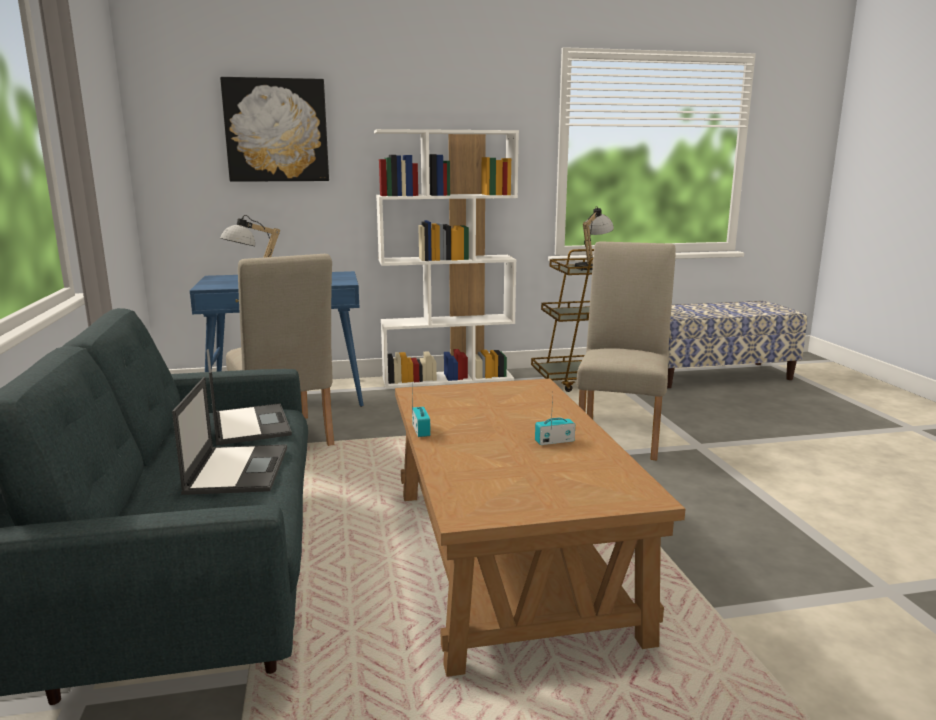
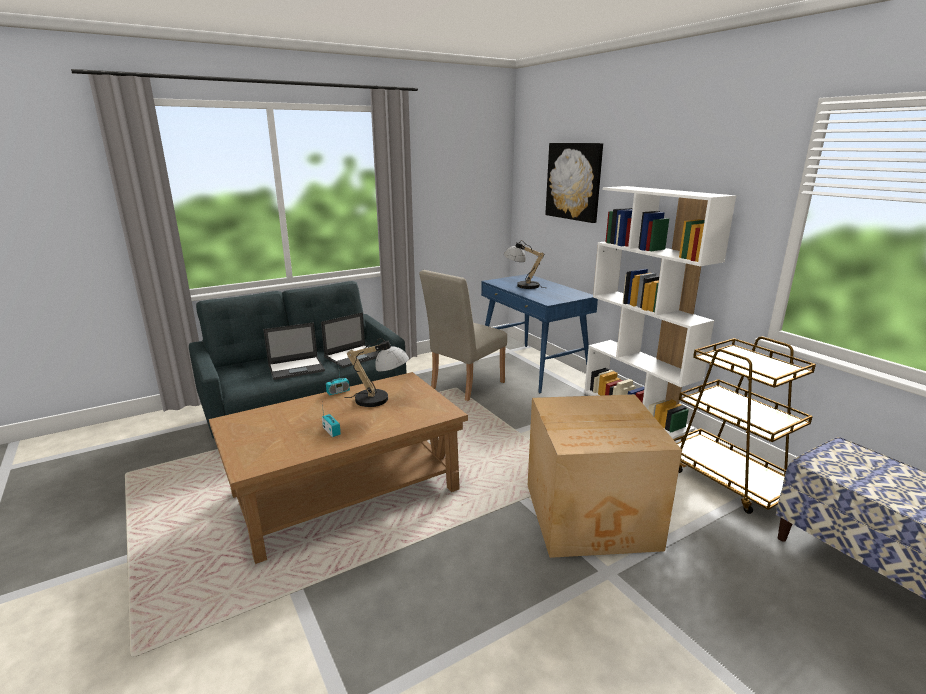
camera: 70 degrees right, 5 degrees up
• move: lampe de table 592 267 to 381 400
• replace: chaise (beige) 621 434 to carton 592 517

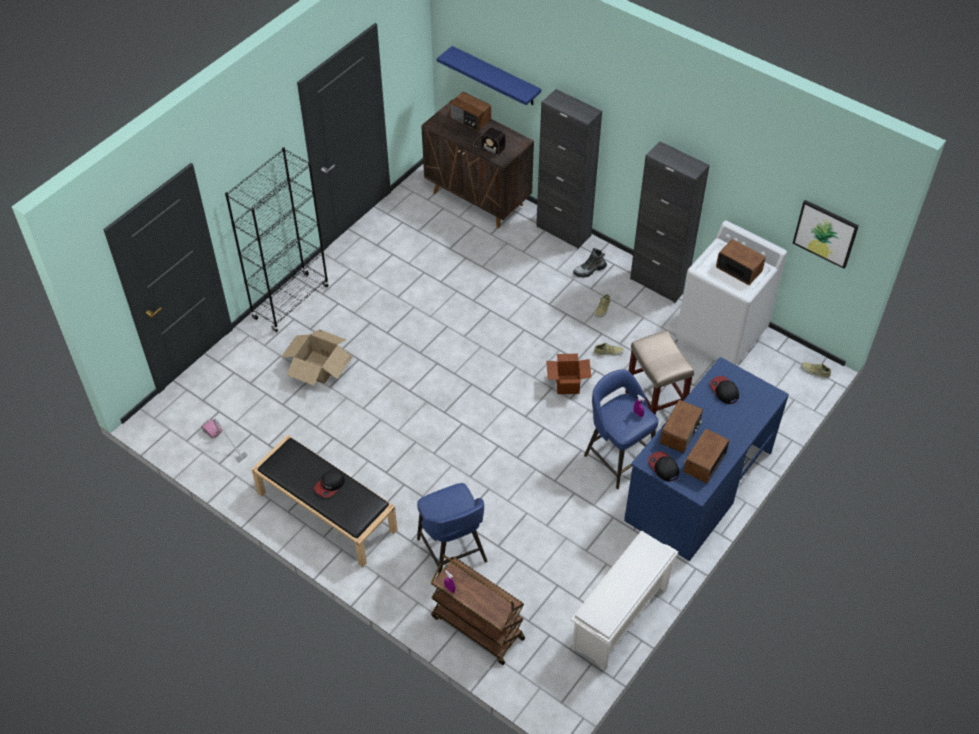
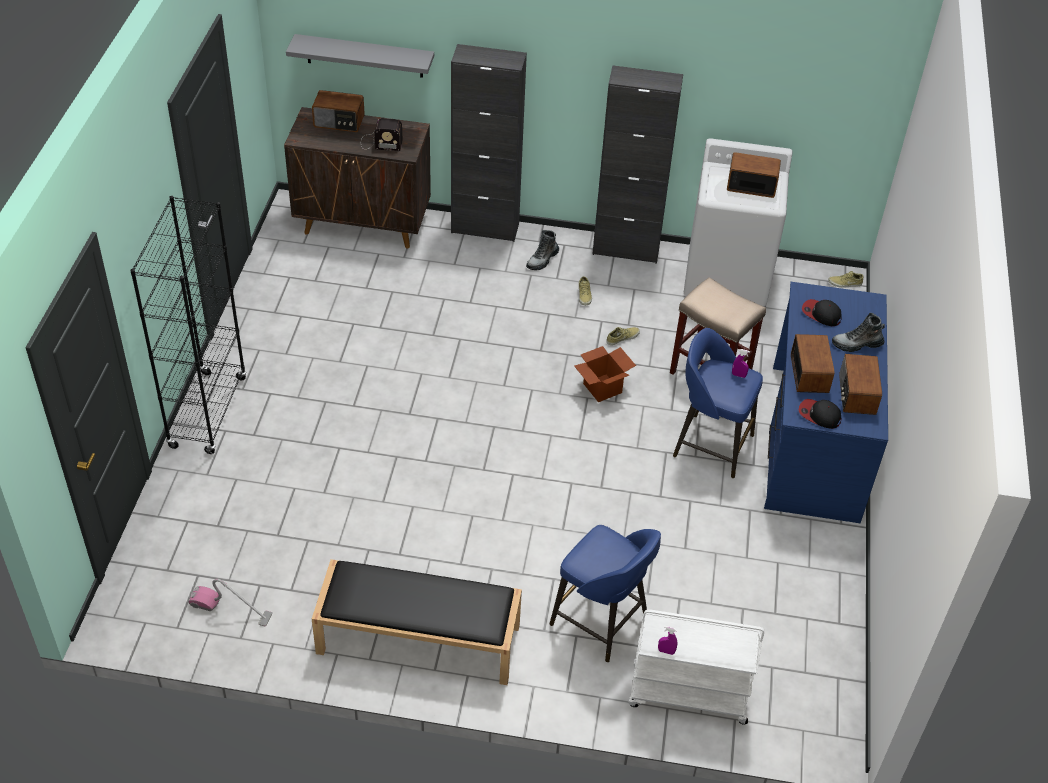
camera: 30 degrees left, 5 degrees down
• delete: carton 318 366
• delete: casquette 330 485
• delete: étagère à chaussures (blanc) 620 619
• delete: tableau 825 233
• insert: botte 857 344
• recolor: chariot (marron) 477 627 to chariot (blanc) 687 695
• recolor: étagère (bleu) 496 76 to étagère (gris) 364 56

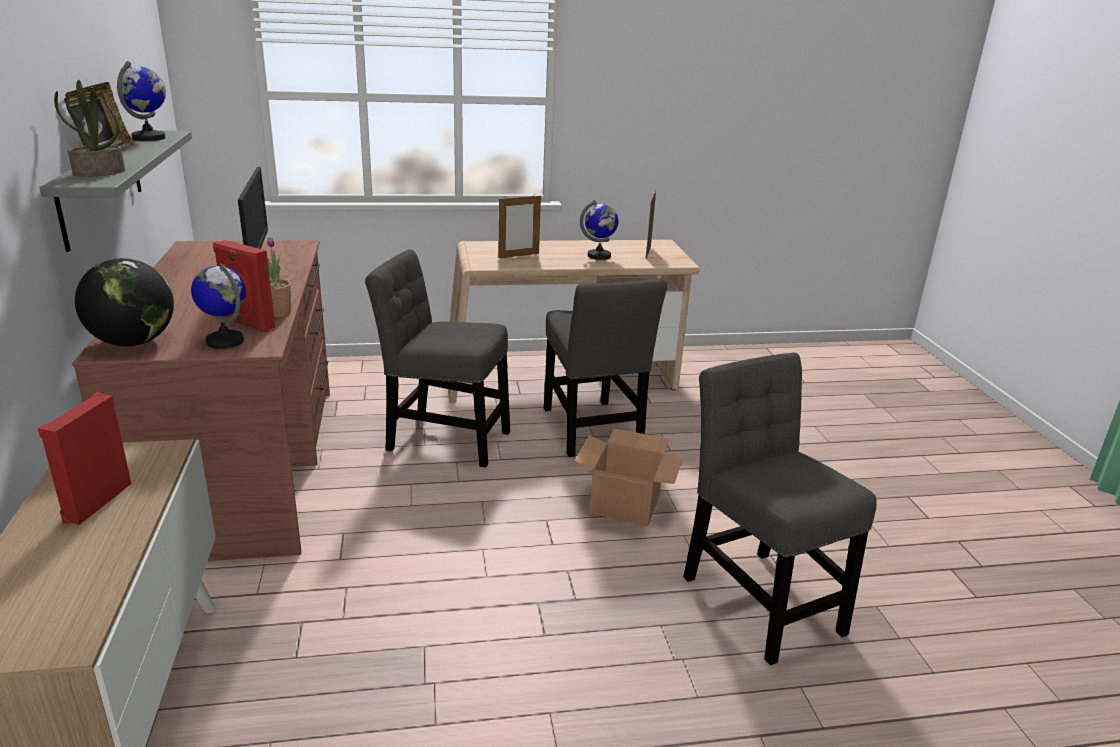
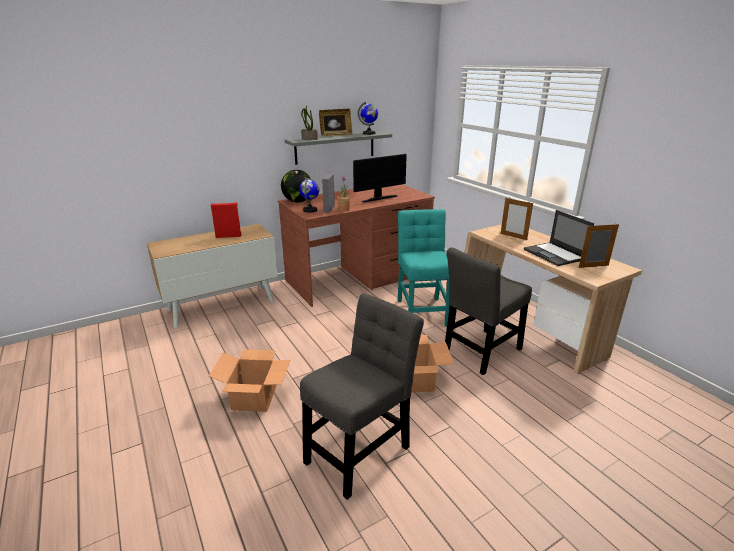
camera: 70 degrees right, 0 degrees up
• insert: carton 254 397
• replace: globe 599 256 to ordinateur portable 554 254
• recolor: enceinte (rouge) 247 324 to enceinte (gris) 328 209
• recolor: chaise (gris) 443 439 to chaise (turquoise) 422 310

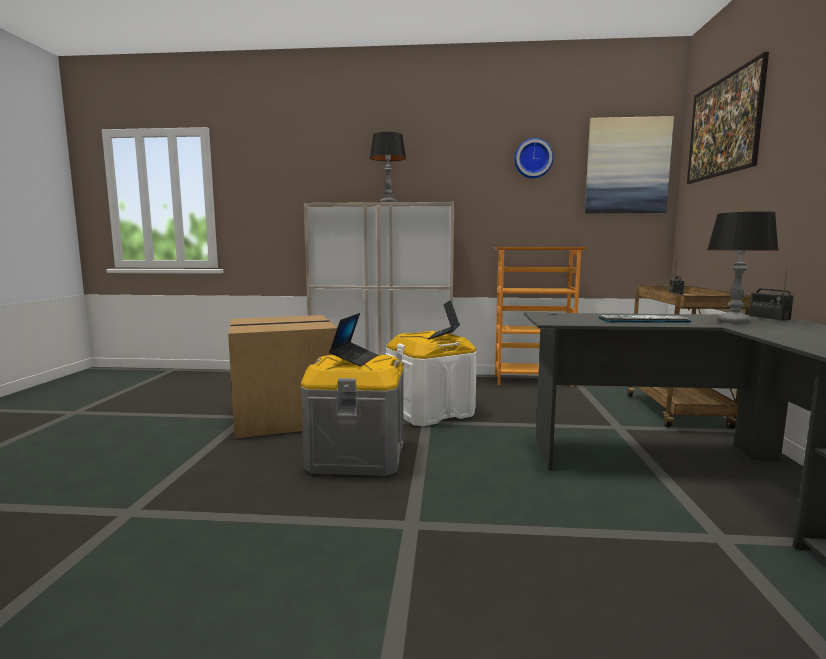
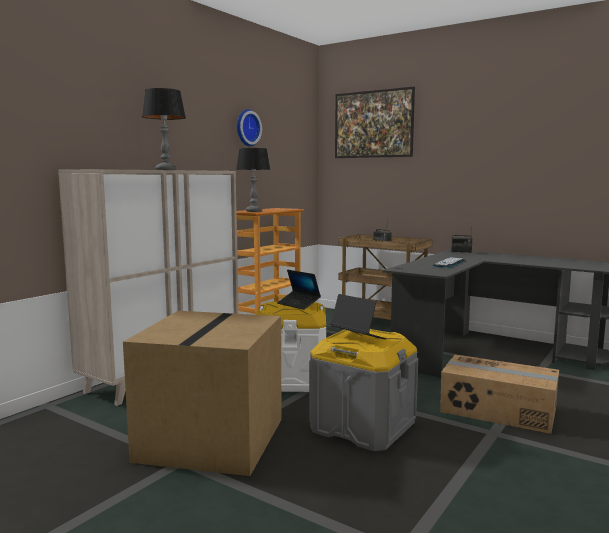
camera: 60 degrees left, 0 degrees up
• delete: tableau 627 166
• insert: carton 498 411
• move: lampe de table 733 322 to 253 211

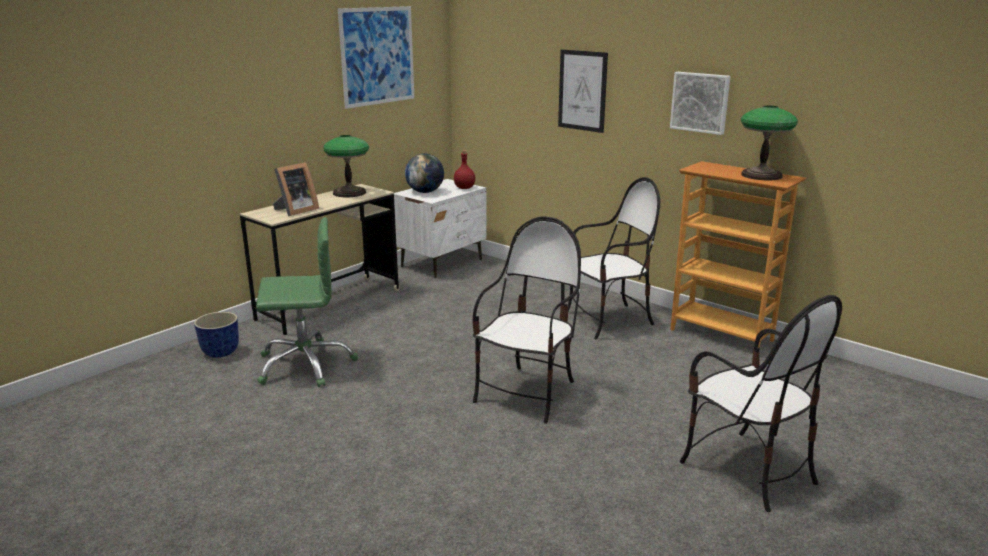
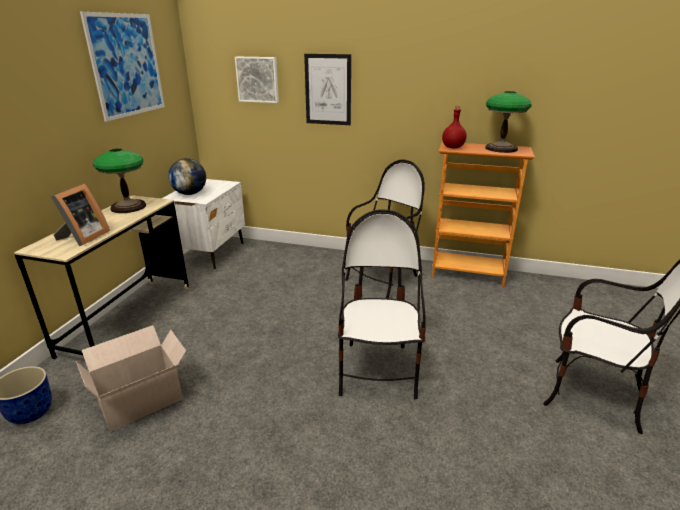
camera: 25 degrees left, 5 degrees up
• move: bouteille (rouge) 465 188 to 453 147
• move: tableau 700 102 to 258 79
• replace: chaise de bureau (vert) 305 364 to carton 143 400

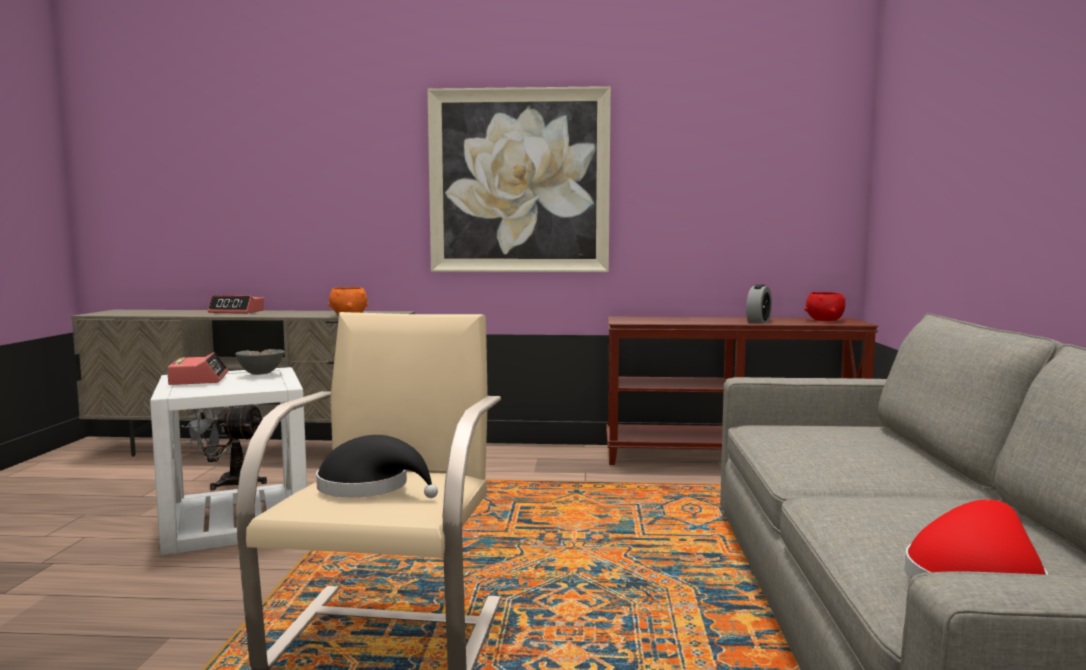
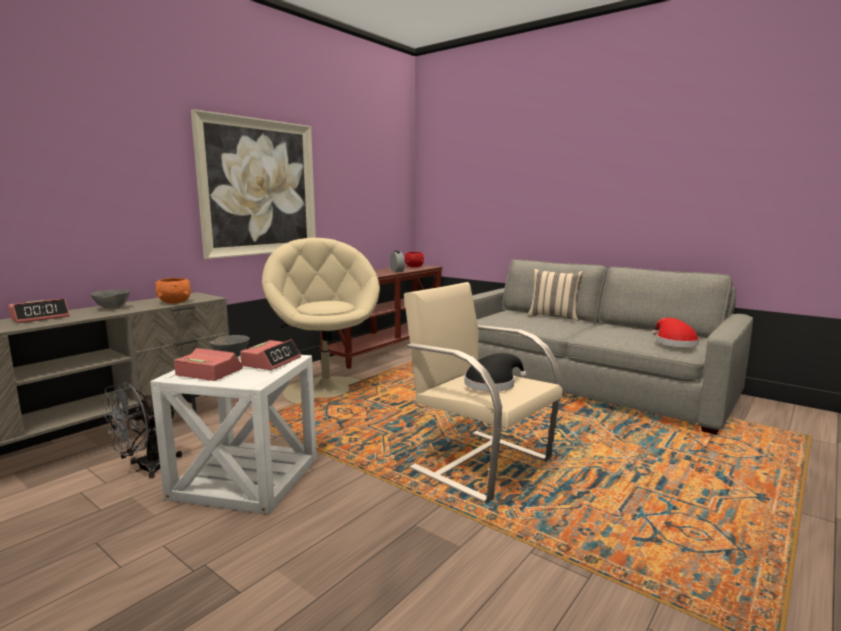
camera: 55 degrees left, 5 degrees up
• insert: bol (gris) 112 308
• insert: réveil 271 362
• insert: fauteuil (beige) 326 390
• insert: coussin (beige) 553 316

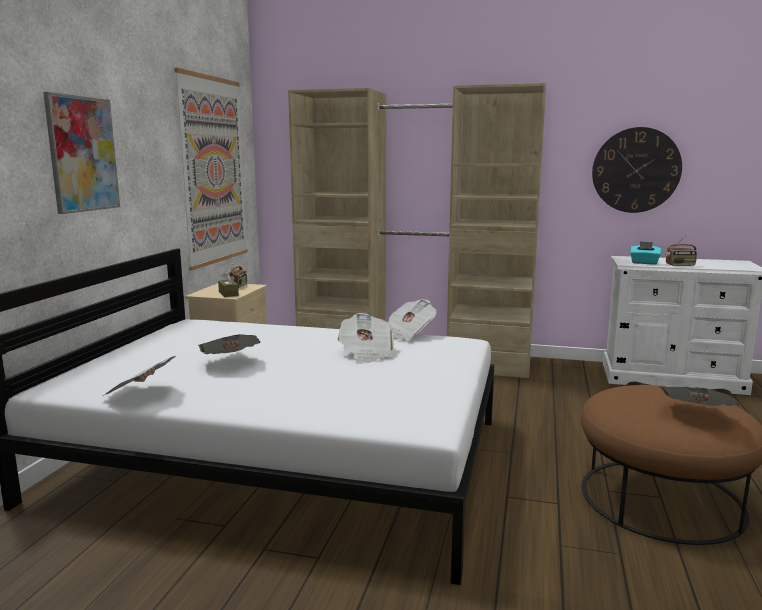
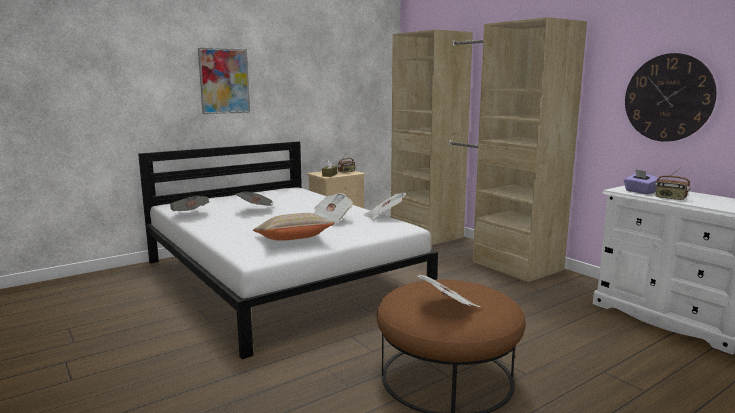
camera: 40 degrees right, 0 degrees up
• delete: tableau 214 171
• insert: coussin (beige) 293 240
• recolor: boîte à mouchoirs (turquoise) 644 263 to boîte à mouchoirs (violet) 639 192

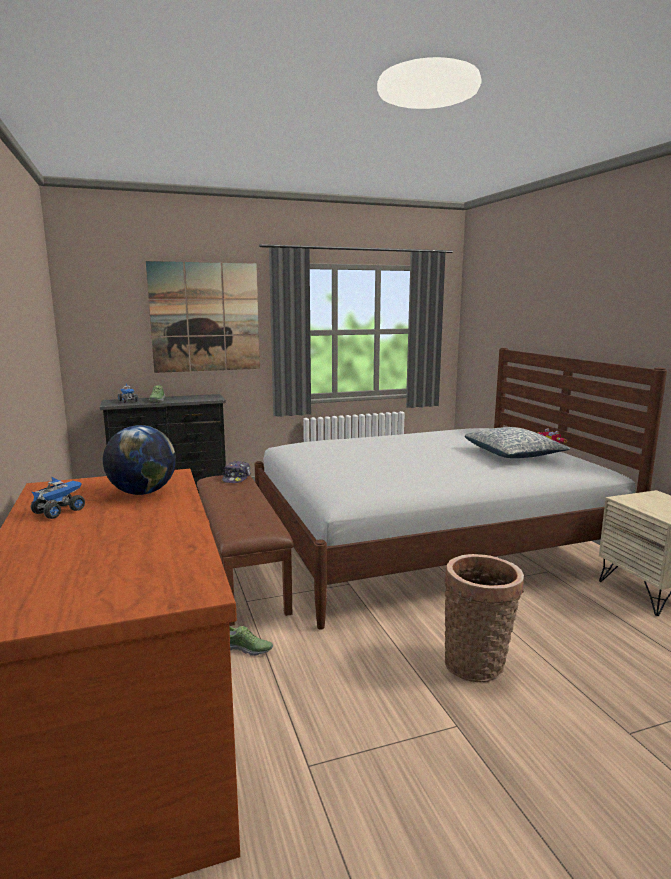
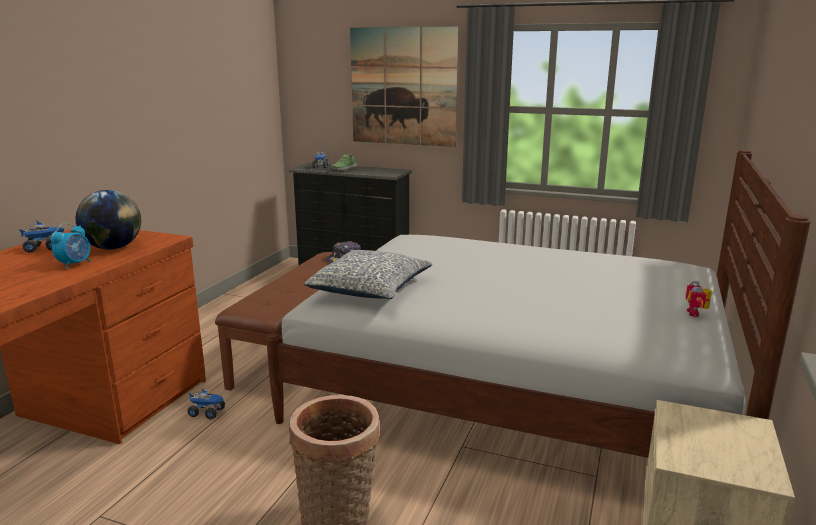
camera: 40 degrees right, 5 degrees up
• insert: réveil 75 264
• move: coussin 514 454 to 370 289
• replace: chaussure 247 649 to camion jouet 207 412

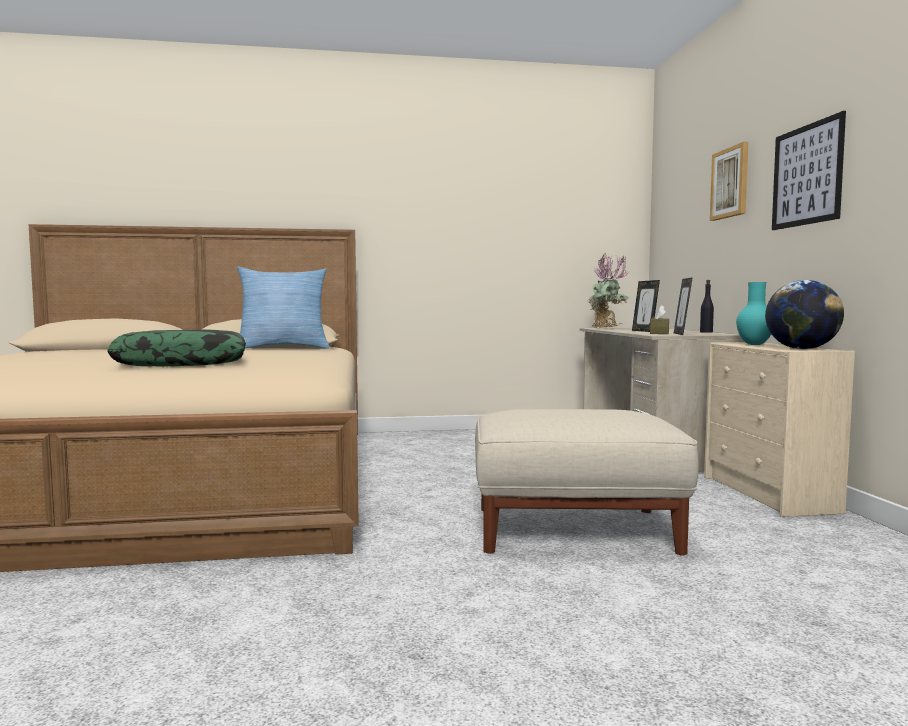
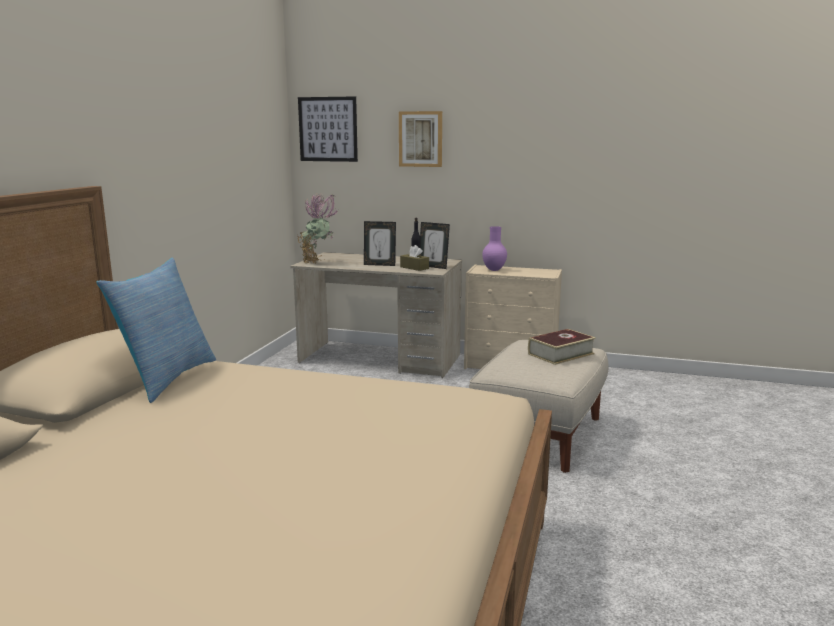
camera: 65 degrees left, 10 degrees up
• delete: coussin 183 363
• delete: globe 801 349
• insert: livre 561 354
• move: tableau 807 175 to 328 129
• recolor: vase (turquoise) 754 344 to vase (violet) 493 270

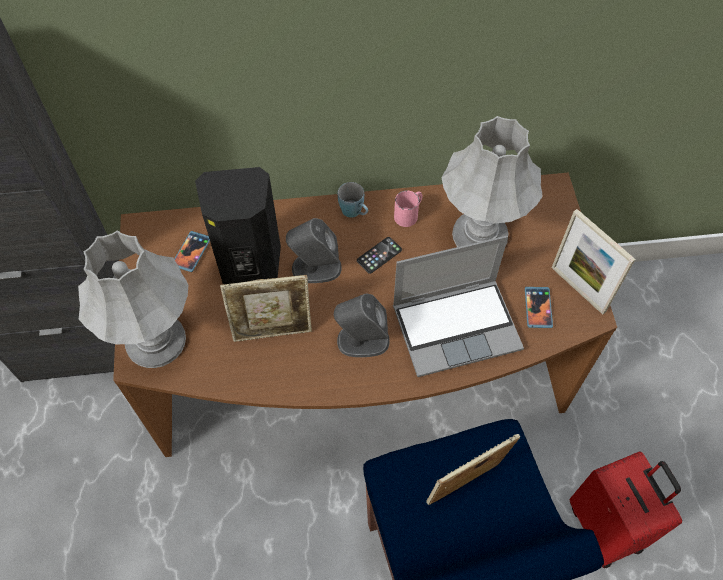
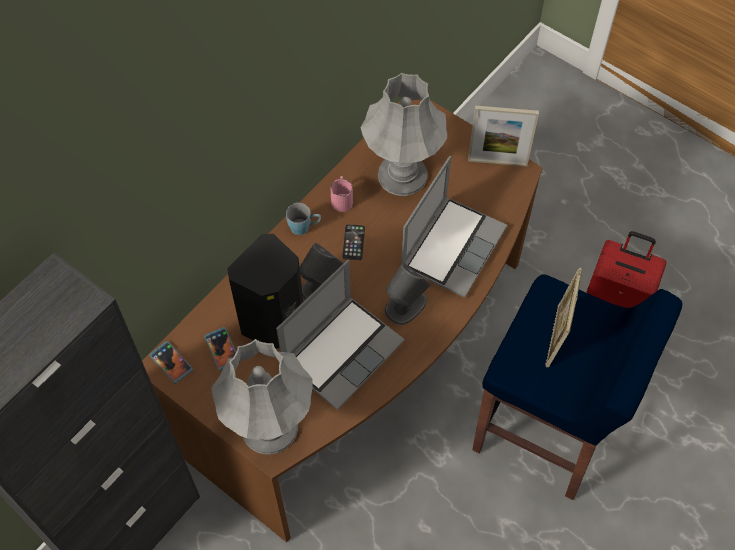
camera: 45 degrees left, 0 degrees up
• move: téléphone 538 308 to 171 363
• replace: cadre photo 273 332 to ordinateur portable 342 351

